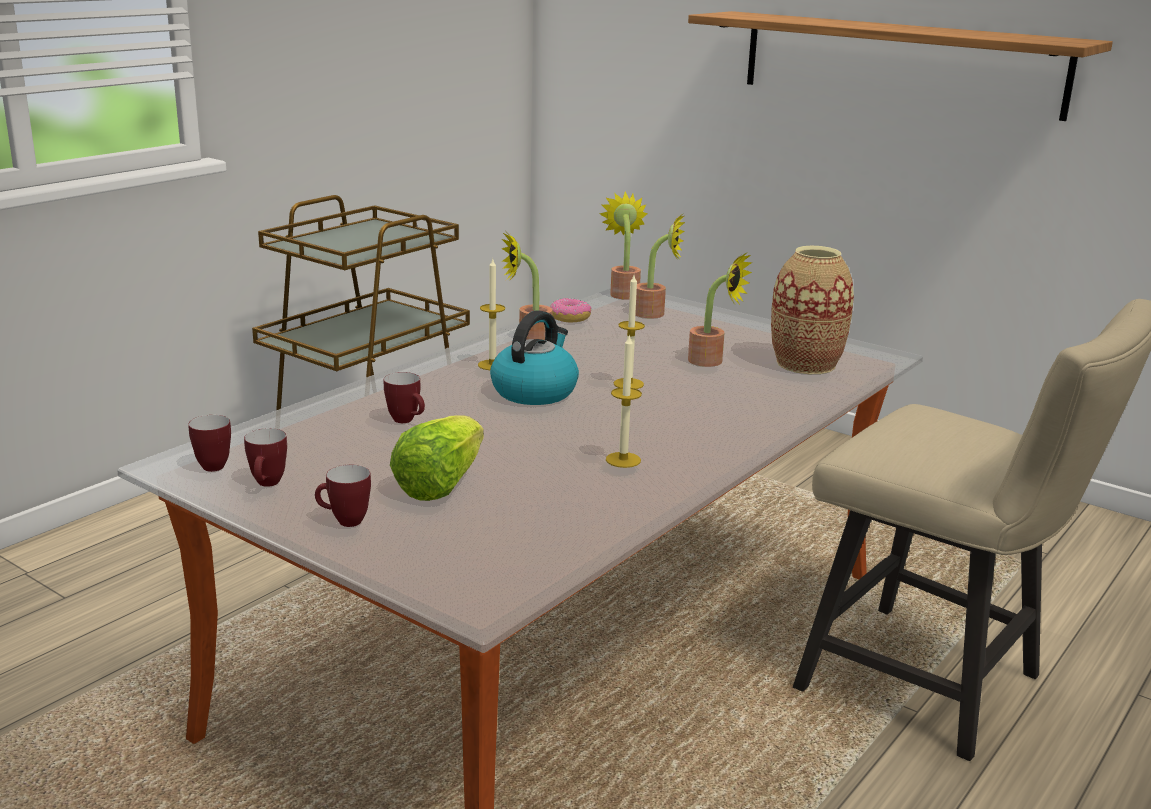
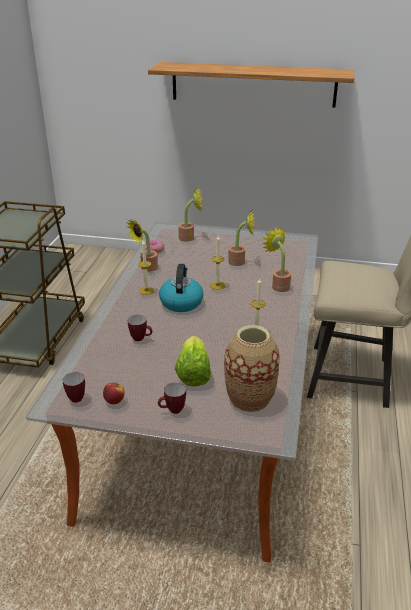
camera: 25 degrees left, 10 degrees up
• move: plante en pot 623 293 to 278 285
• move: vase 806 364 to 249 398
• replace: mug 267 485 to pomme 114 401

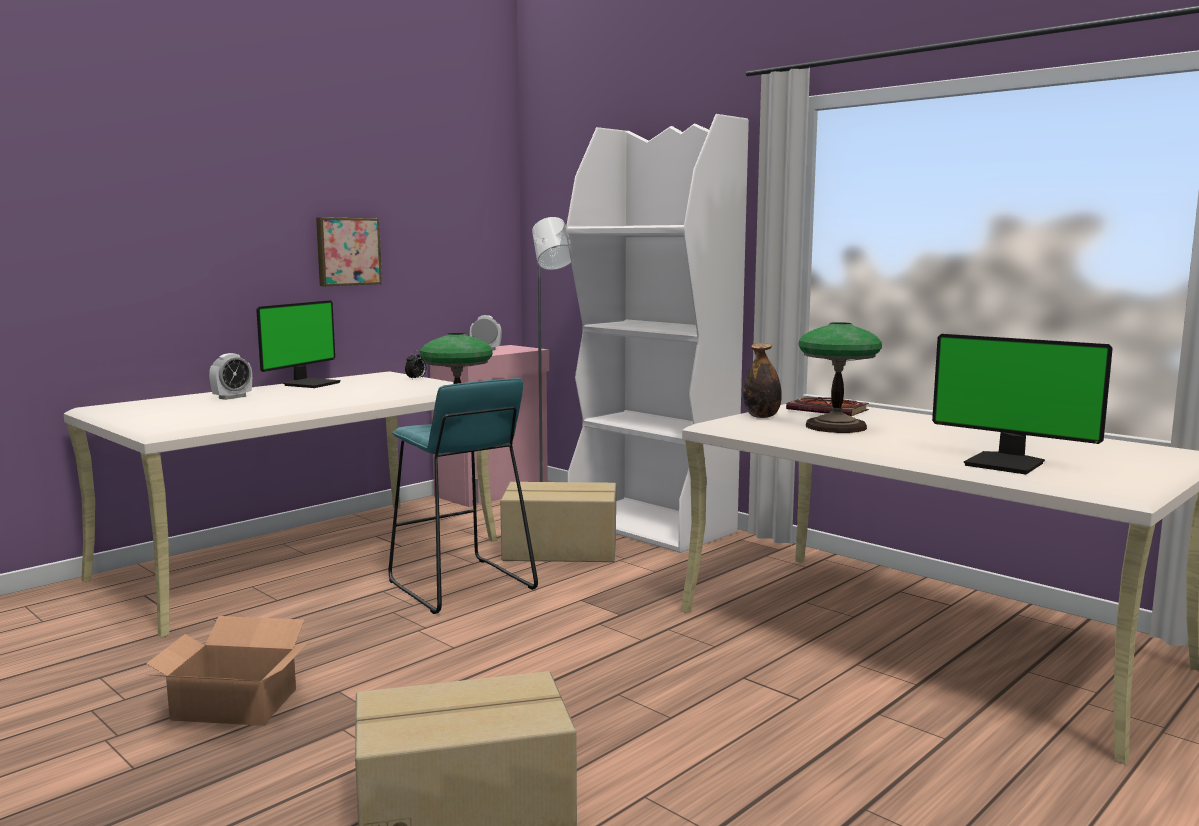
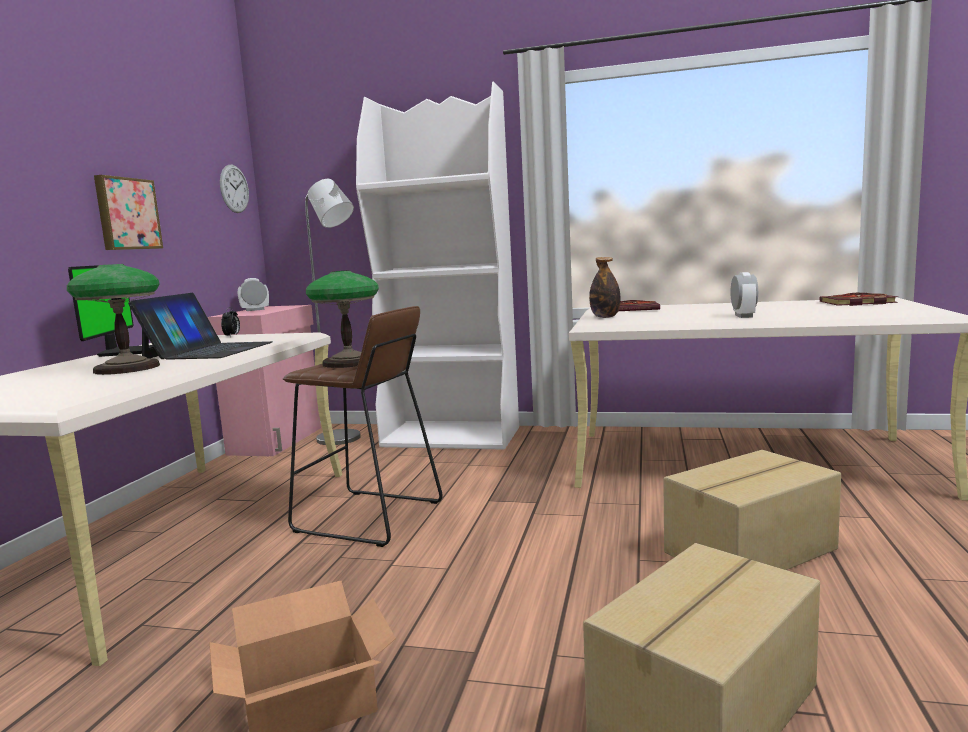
camera: 30 degrees left, 0 degrees up
• delete: écran d'ordinateur 1006 464
• insert: ordinateur portable 208 351
• insert: horloge murale 234 189
• insert: livre 856 303
• move: réveil 232 397 to 743 316
• move: carton 561 550 to 752 551
• move: lampe de table 835 426 to 127 368
• recolor: tabouret (turquoise) 460 585 to tabouret (marron) 368 517

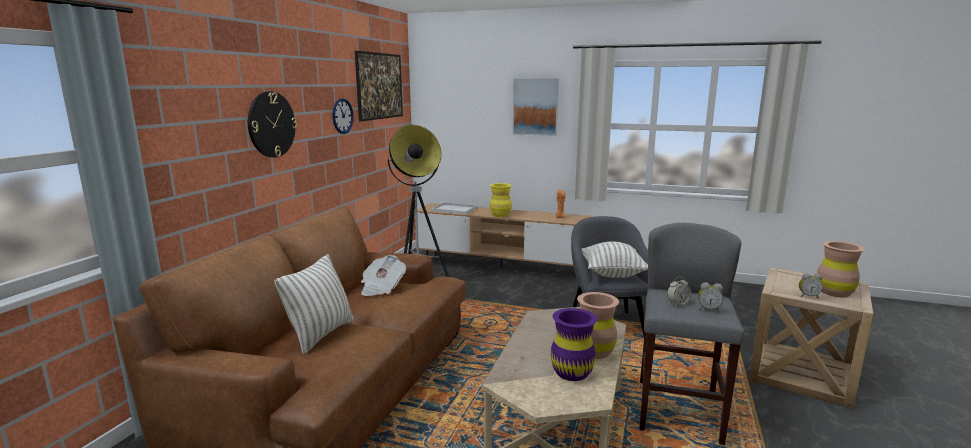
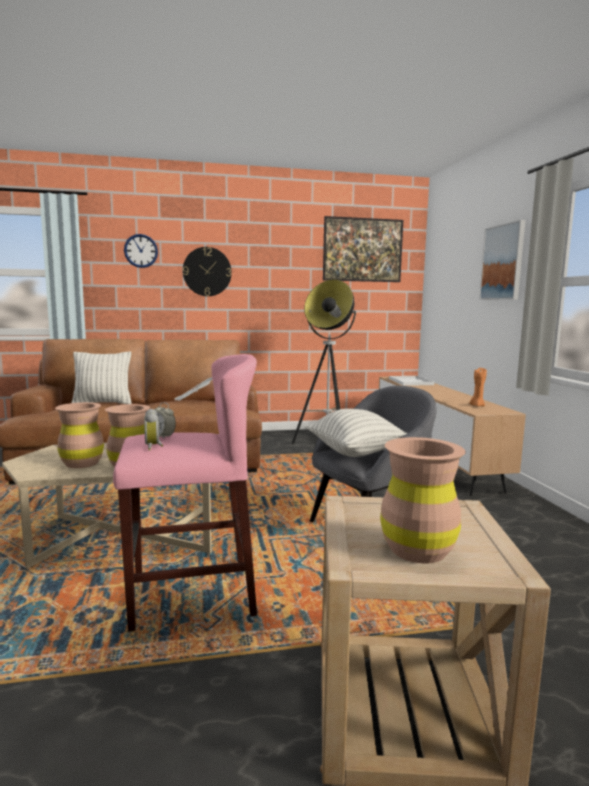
camera: 60 degrees right, 5 degrees down
• delete: vase (jaune) 500 215
• delete: réveil 808 296
• move: horloge murale 342 116 to 141 251
• recolor: vase (violet) 572 372 to vase (marron) 82 463
• recolor: tabouret (gris) 678 411 to tabouret (rose) 191 594

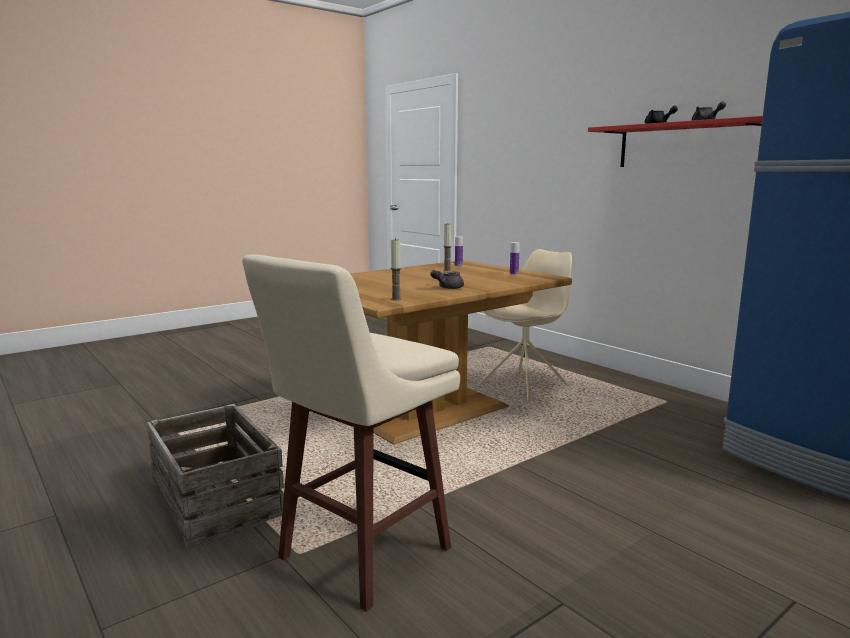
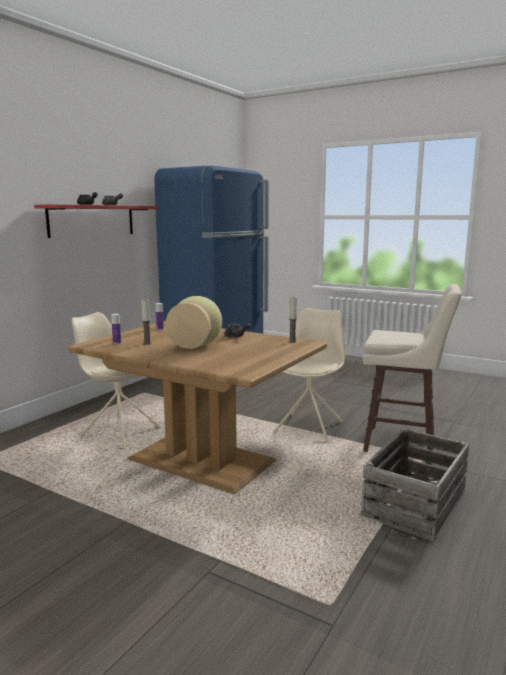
camera: 110 degrees left, 0 degrees up
• insert: vase 197 345
• insert: chaise (beige) 309 427

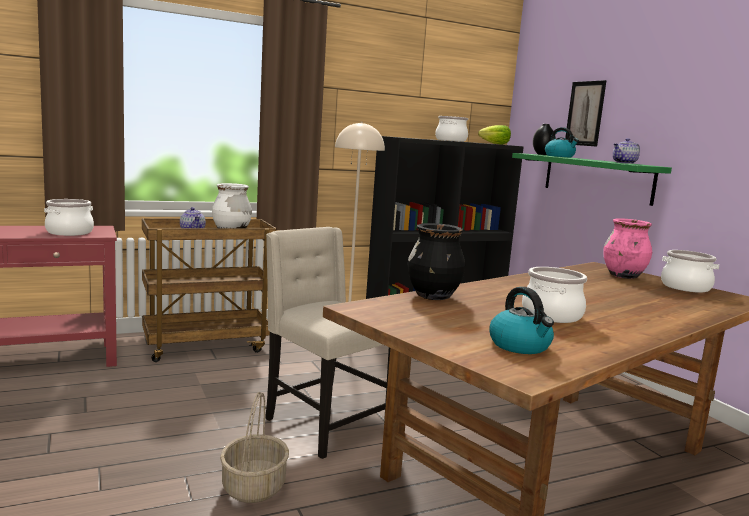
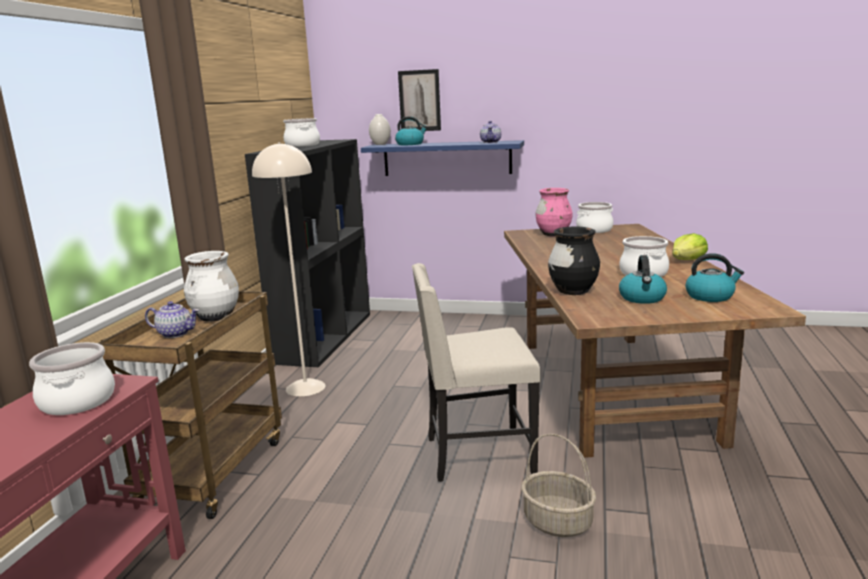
camera: 50 degrees left, 5 degrees up
• insert: bouilloire 642 298
• move: laitue 495 144 to 687 260
• recolor: étagère (vert) 596 178 to étagère (bleu) 447 158
• recolor: vase (noir) 542 154 to vase (blanc) 380 144

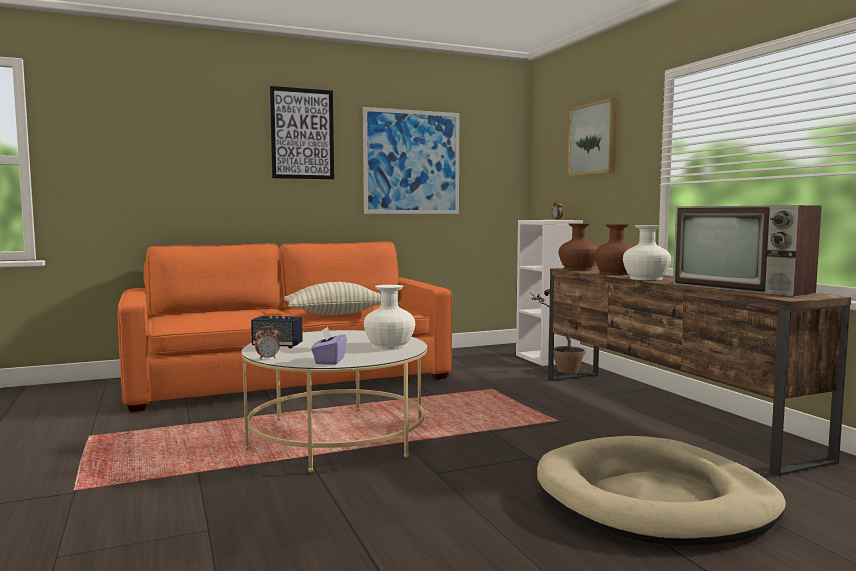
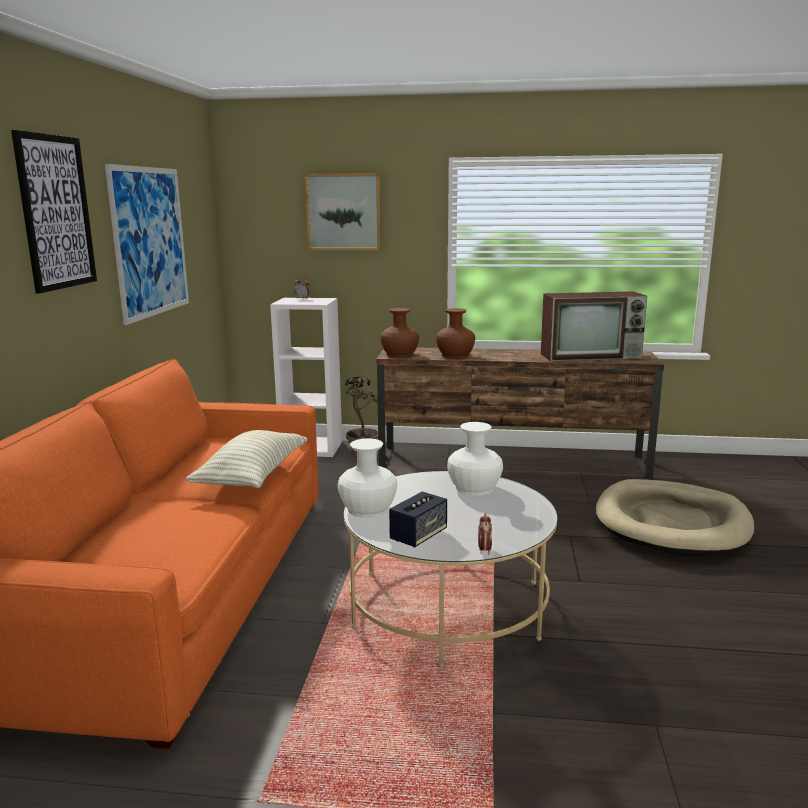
camera: 60 degrees left, 10 degrees up
• delete: boîte à mouchoirs (violet) 329 361
• move: vase (blanc) 645 278 to 368 509

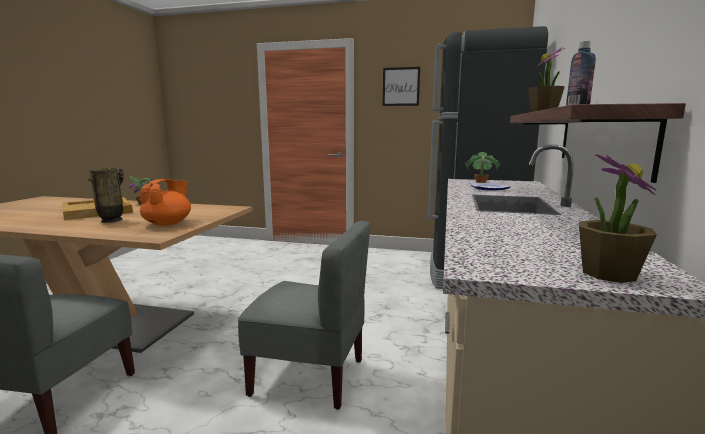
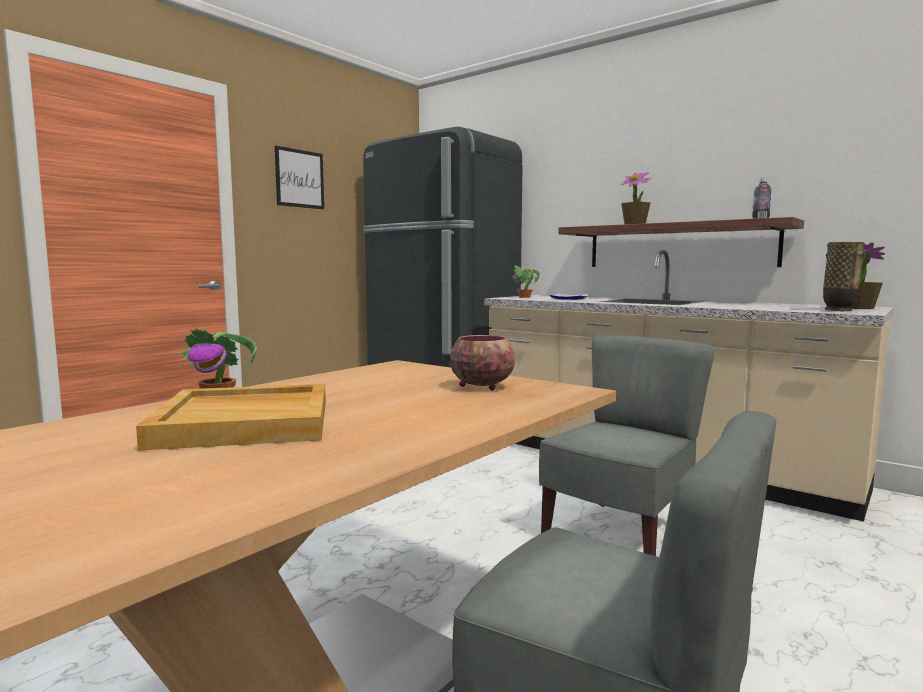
camera: 65 degrees left, 5 degrees down
• move: vase 111 221 to 838 310
• replace: théière (orange) 168 223 to bol 482 386

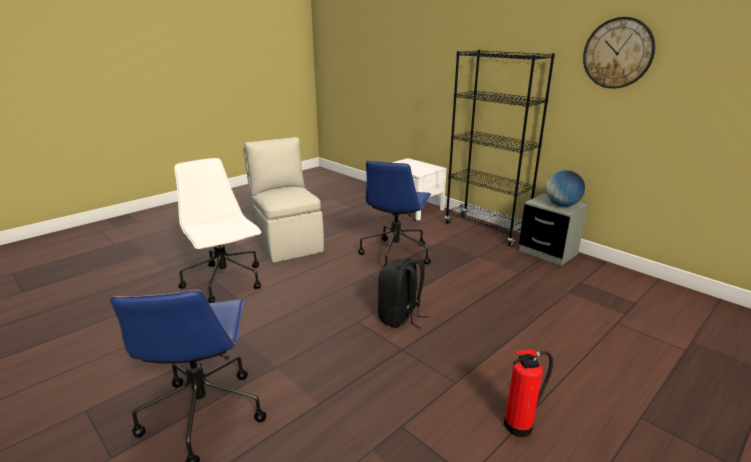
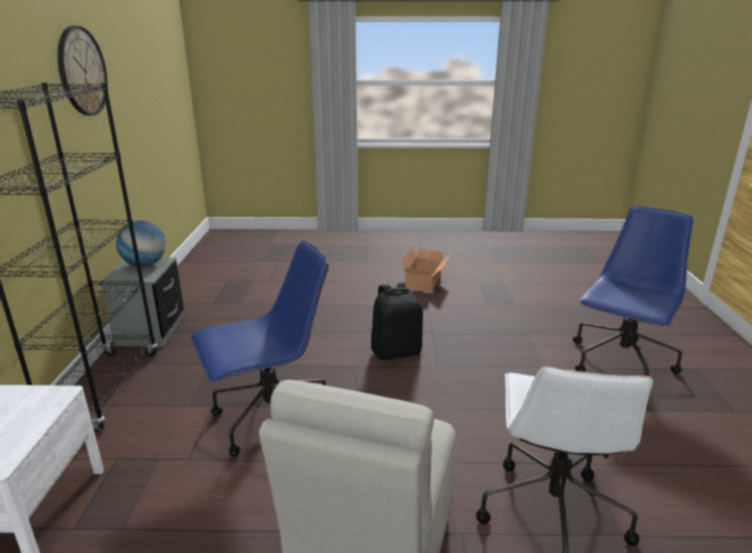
camera: 135 degrees left, 0 degrees up
• replace: extincteur 521 425 to carton 425 281

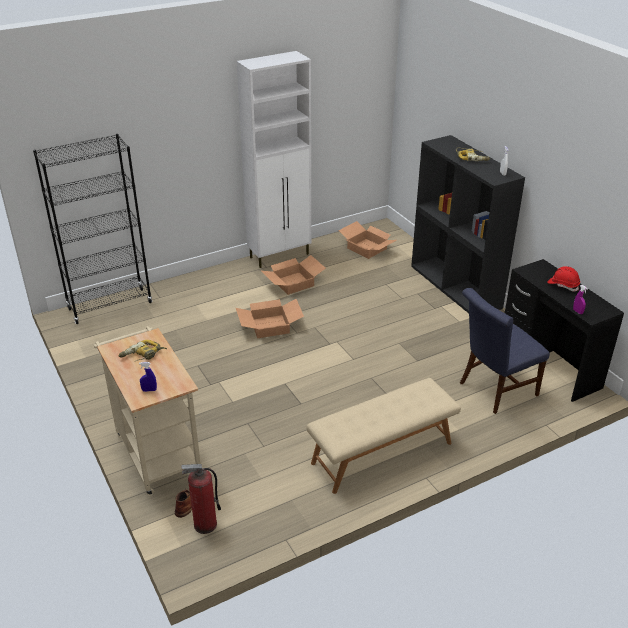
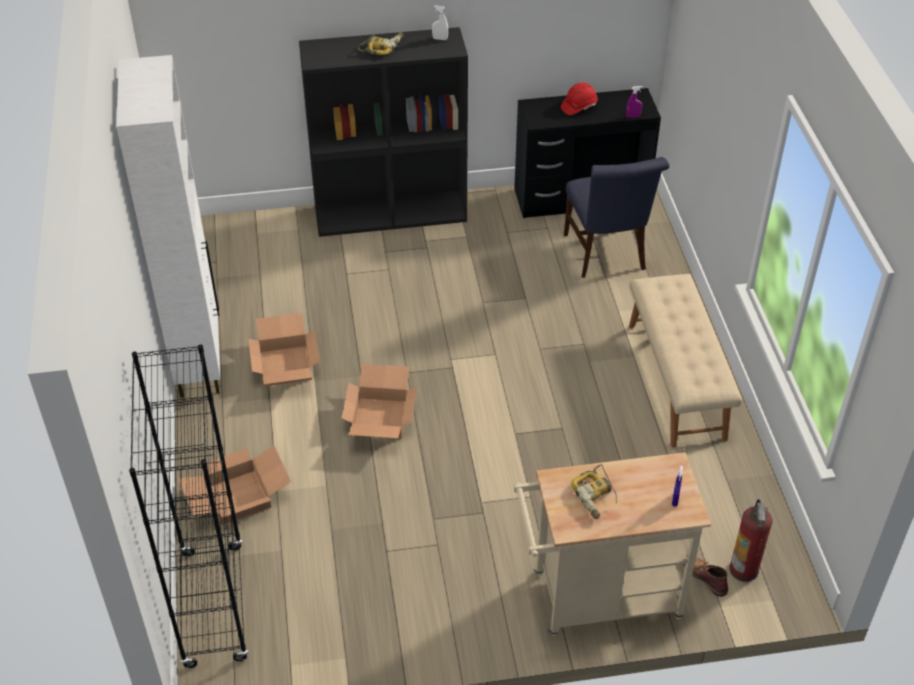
camera: 70 degrees left, 10 degrees up
• move: carton 367 248 to 238 496

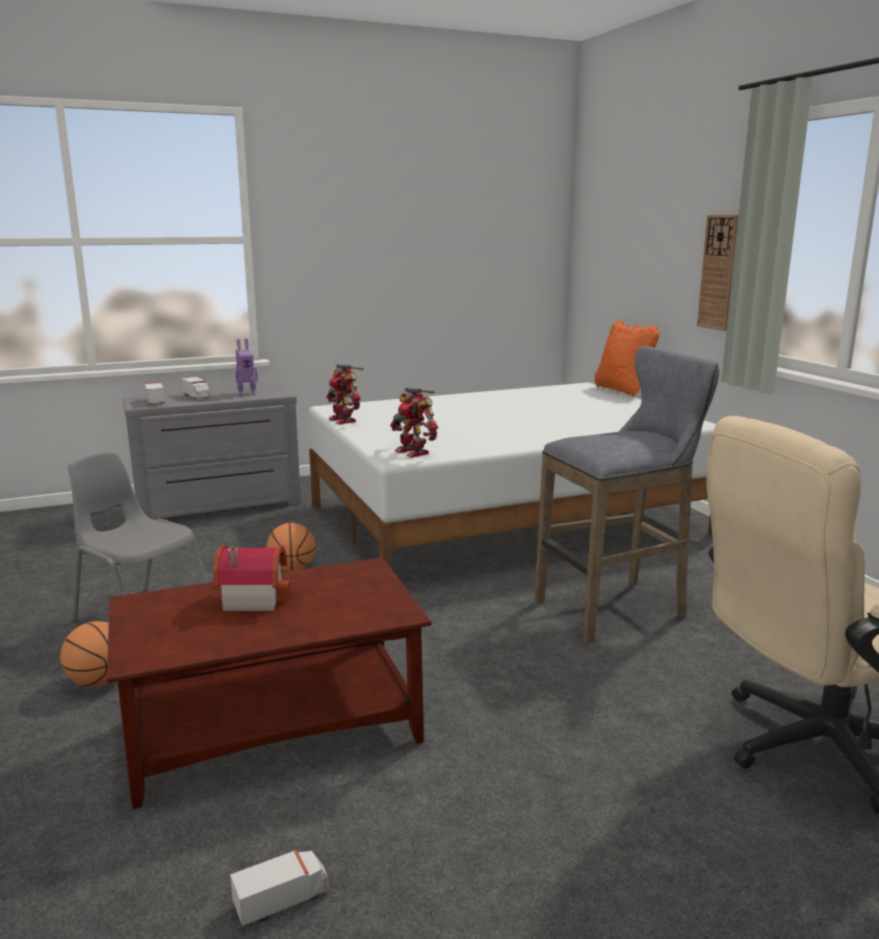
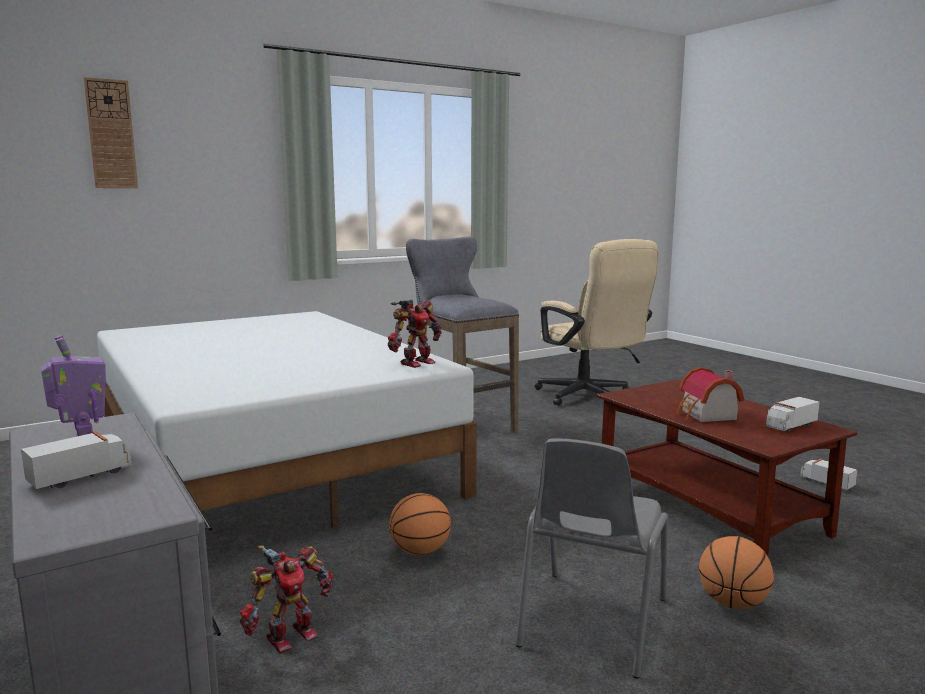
camera: 100 degrees left, 5 degrees down
• delete: coussin (orange) 623 391
• move: camion jouet 155 401 to 790 426
• move: robot jouet 344 420 to 289 635
• move: horloge murale 718 272 to 111 134

